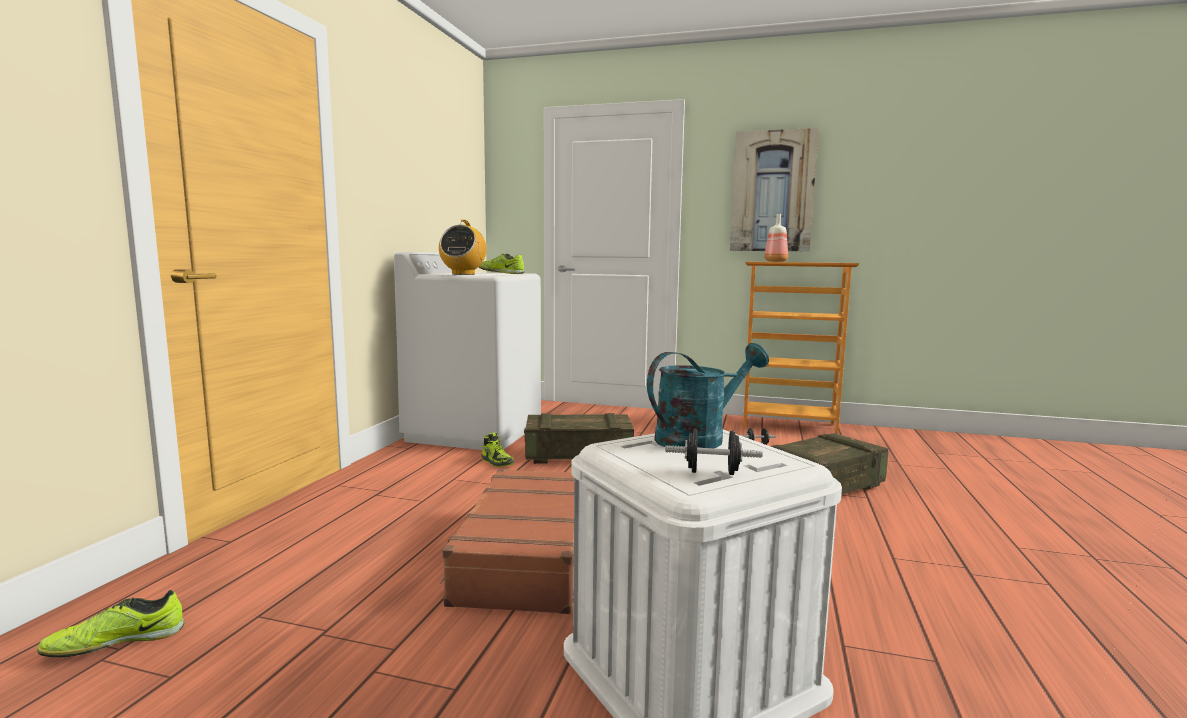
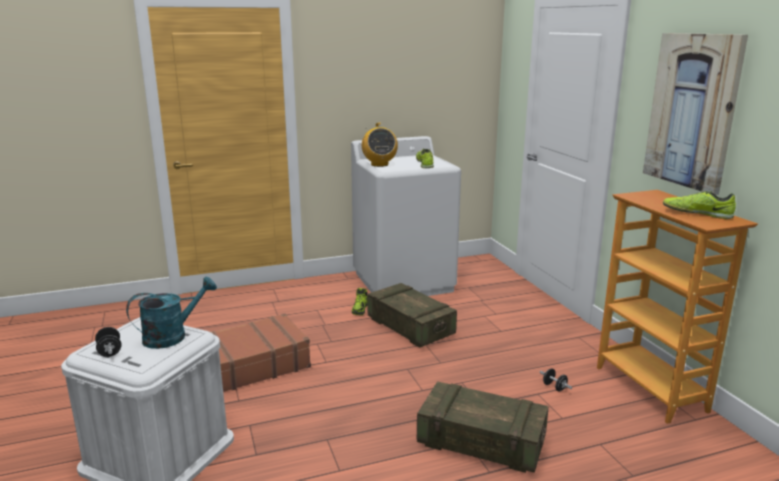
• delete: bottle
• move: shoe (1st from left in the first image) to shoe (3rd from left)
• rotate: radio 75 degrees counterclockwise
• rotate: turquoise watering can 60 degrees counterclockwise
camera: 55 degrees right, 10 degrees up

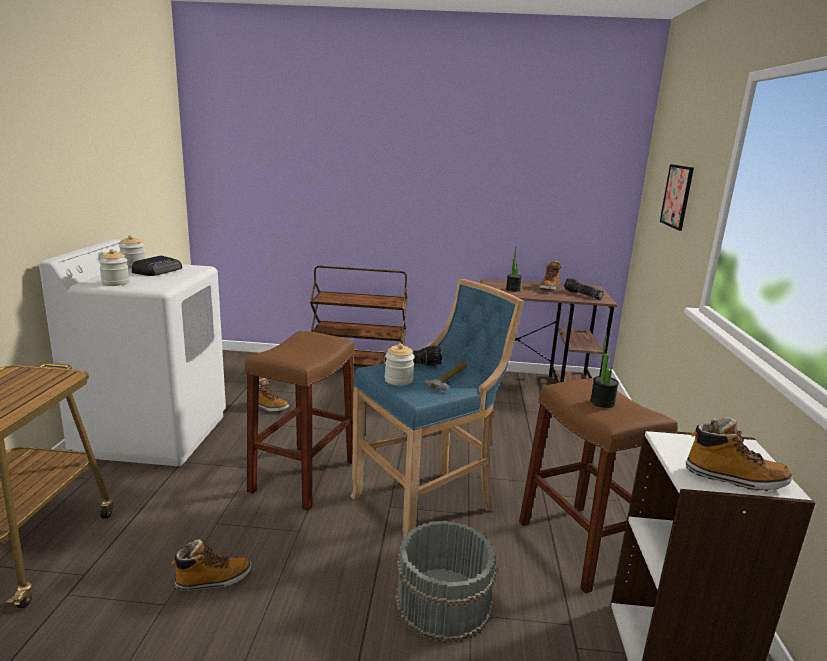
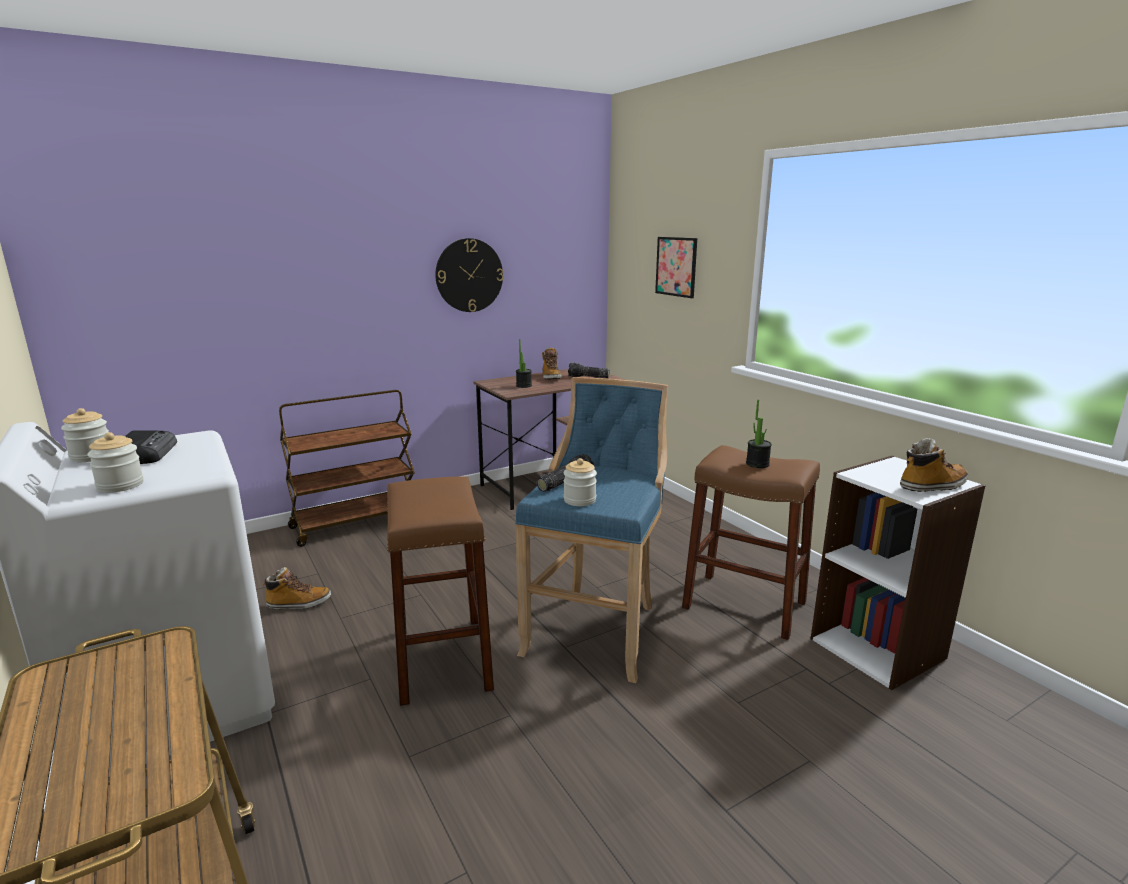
• delete: boot (1st from left)
• delete: grey bucket
• delete: hammer
• insert: wall clock
camera: 35 degrees left, 0 degrees up

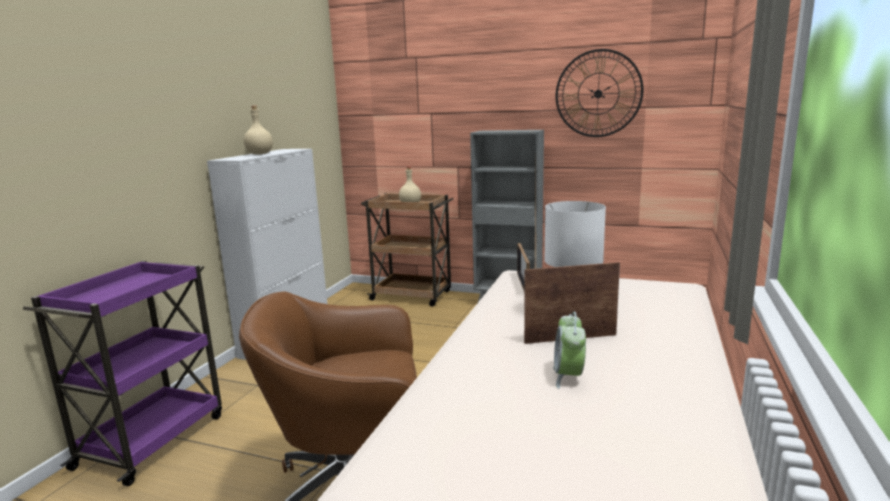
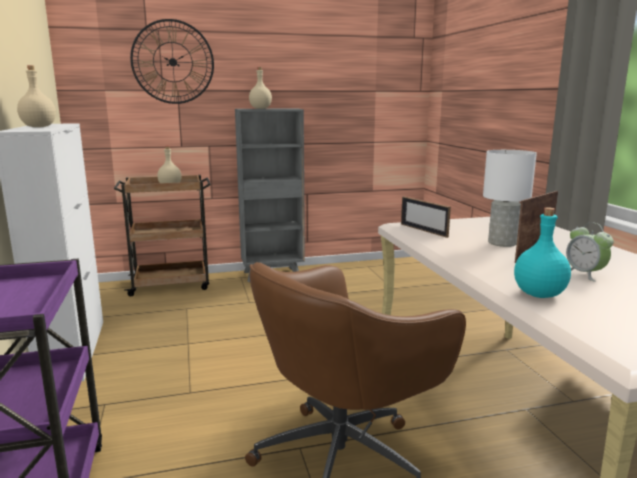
• insert: beige bottle (3rd from left)
• insert: turquoise bottle
• move: wall clock
camera: 35 degrees left, 0 degrees up

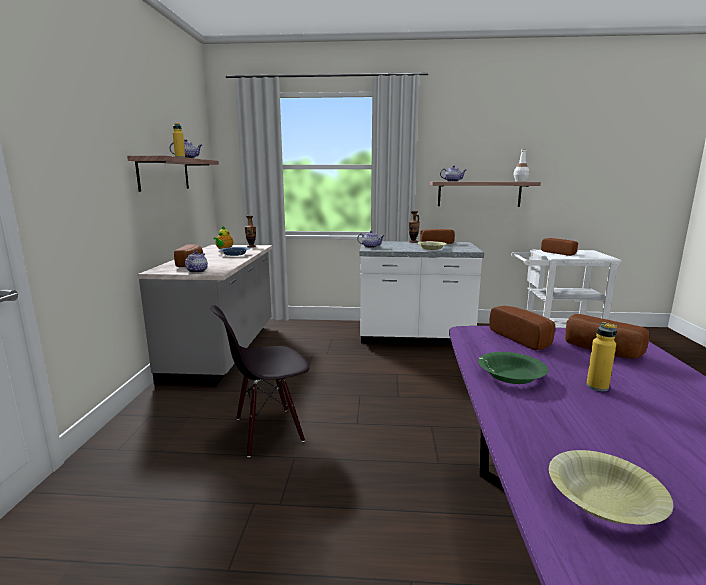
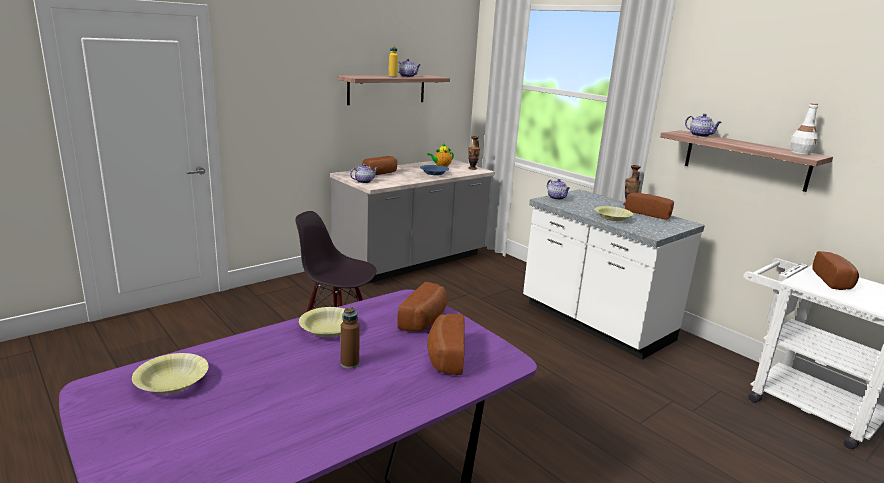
• recolor: green bowl to yellow bowl (2nd from left)
• recolor: yellow bottle (2nd from left) to brown bottle
camera: 45 degrees right, 5 degrees up

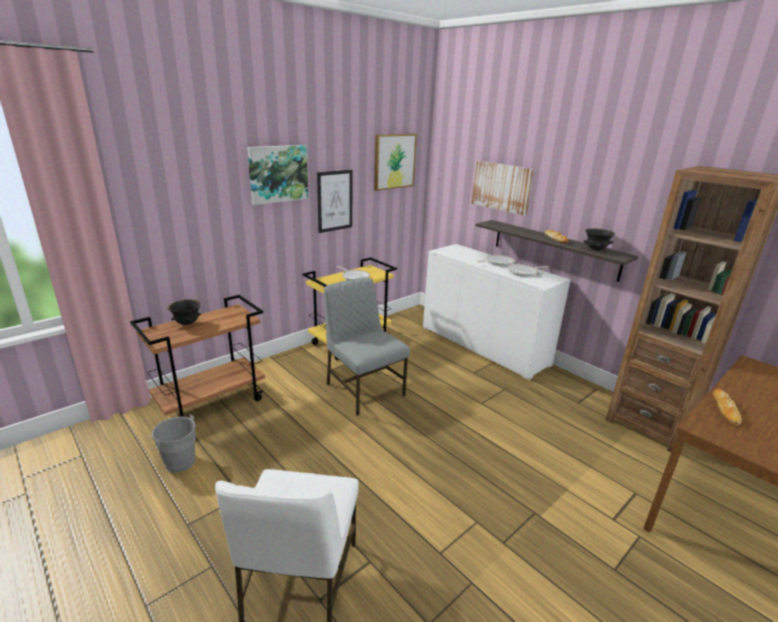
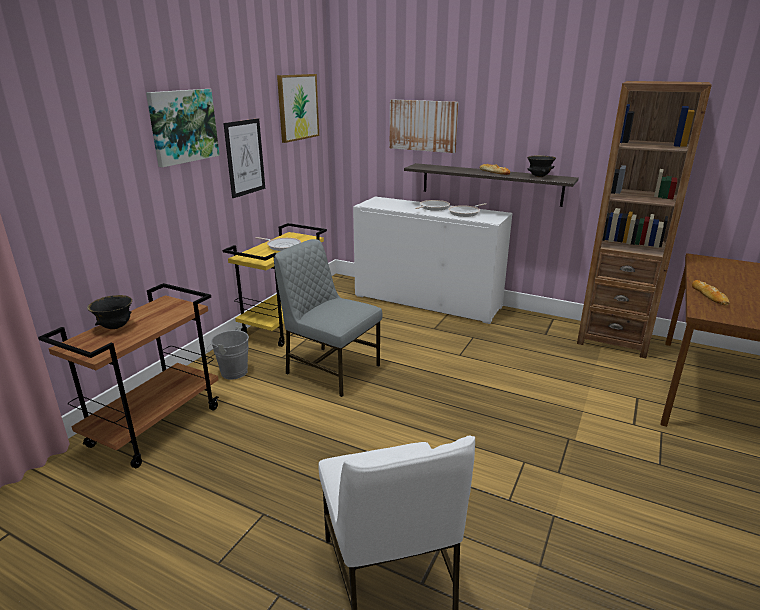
• move: grey bucket
camera: 20 degrees left, 0 degrees up

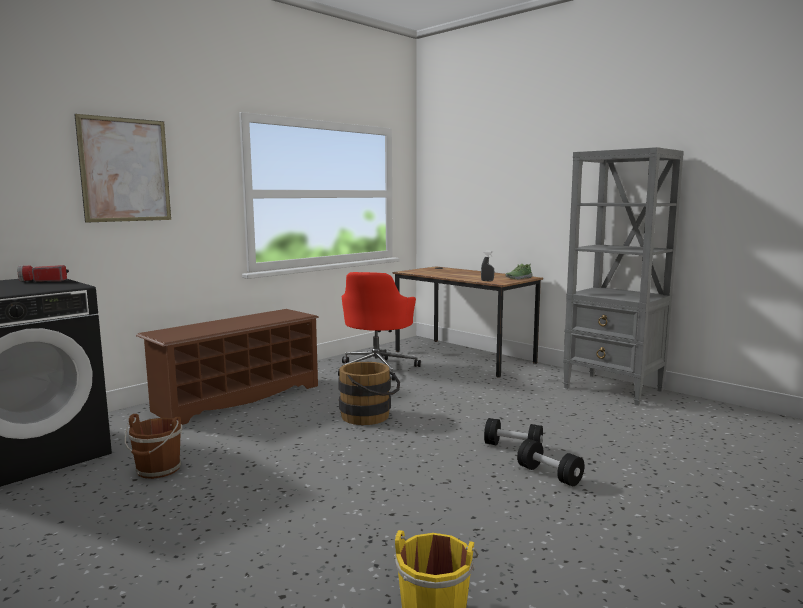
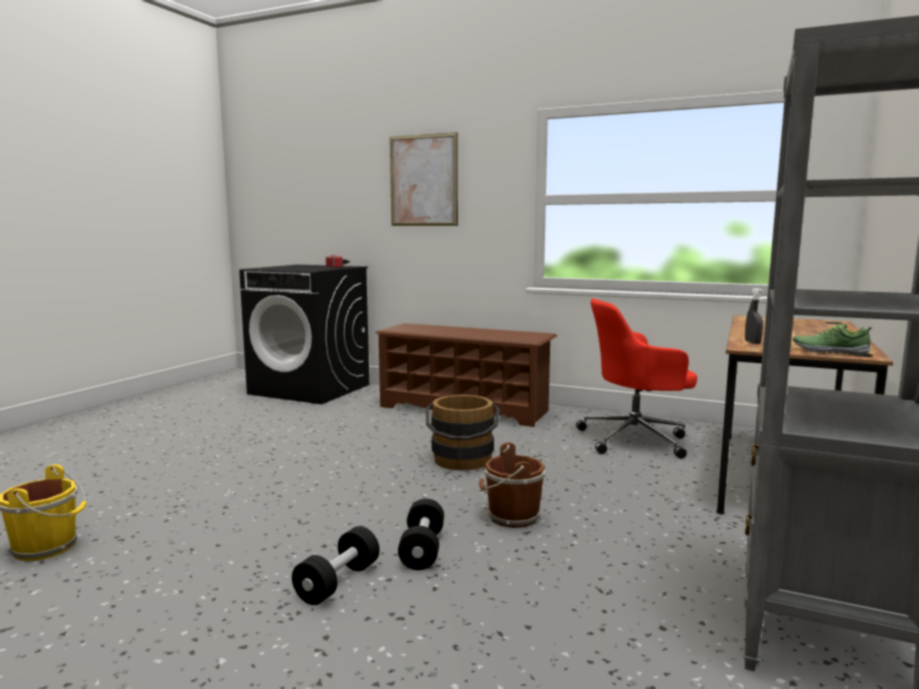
• move: brown bucket (1st from left in the first image) to brown bucket (2nd from left)
camera: 70 degrees right, 0 degrees up

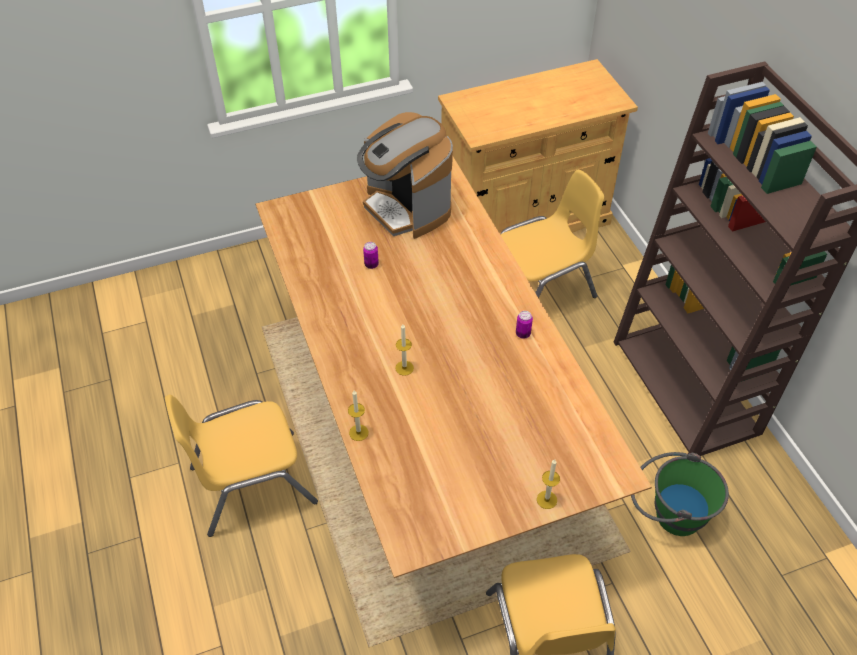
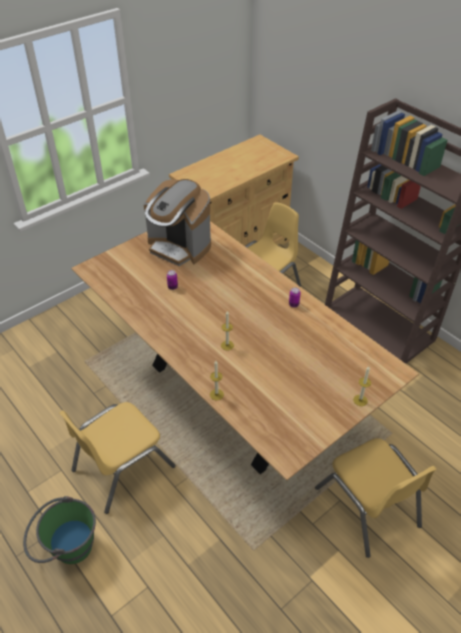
• move: green bucket
camera: 20 degrees left, 5 degrees down

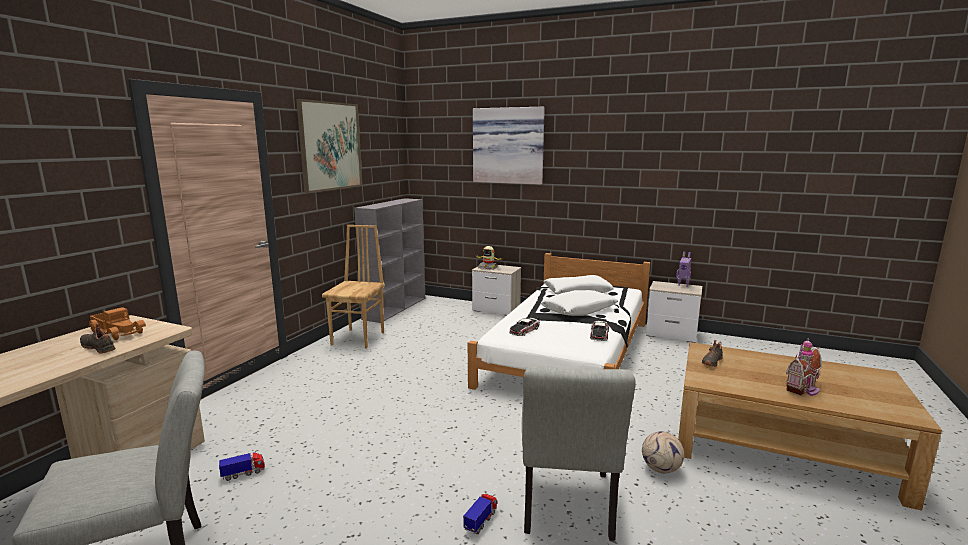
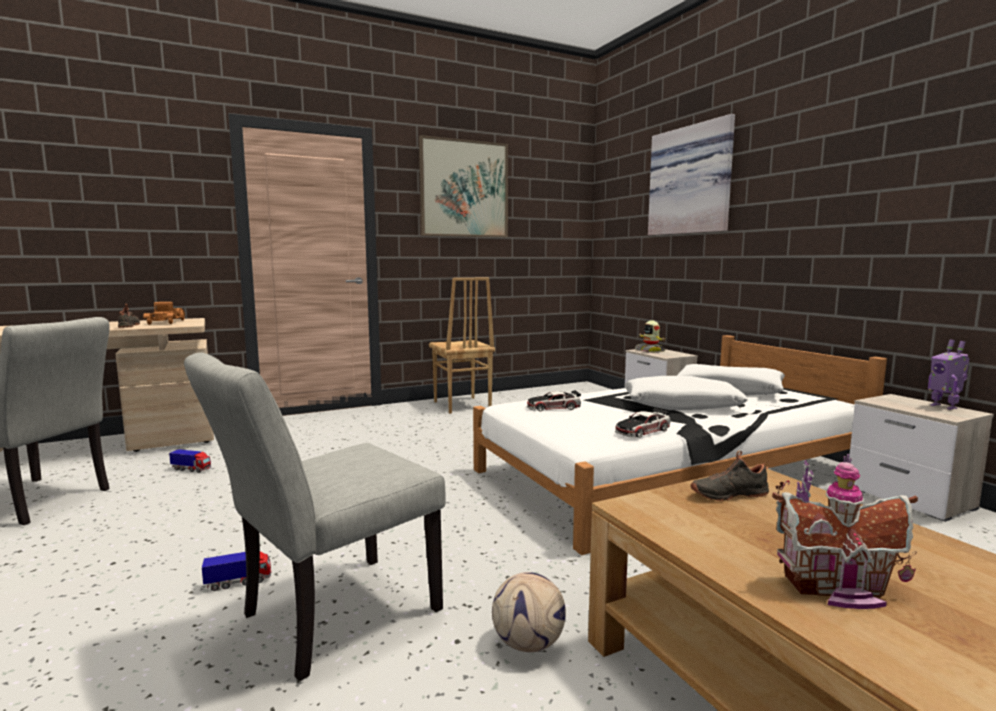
• delete: grey bookcase
• rotate: brown chair 105 degrees clockwise
camera: 40 degrees right, 5 degrees down

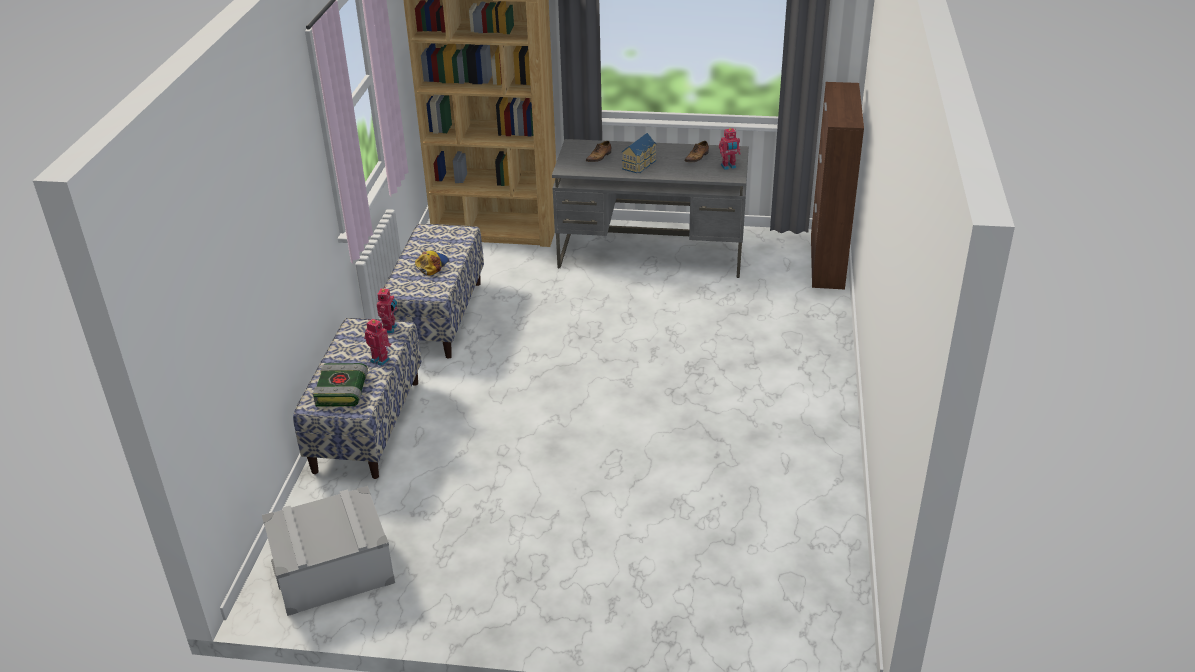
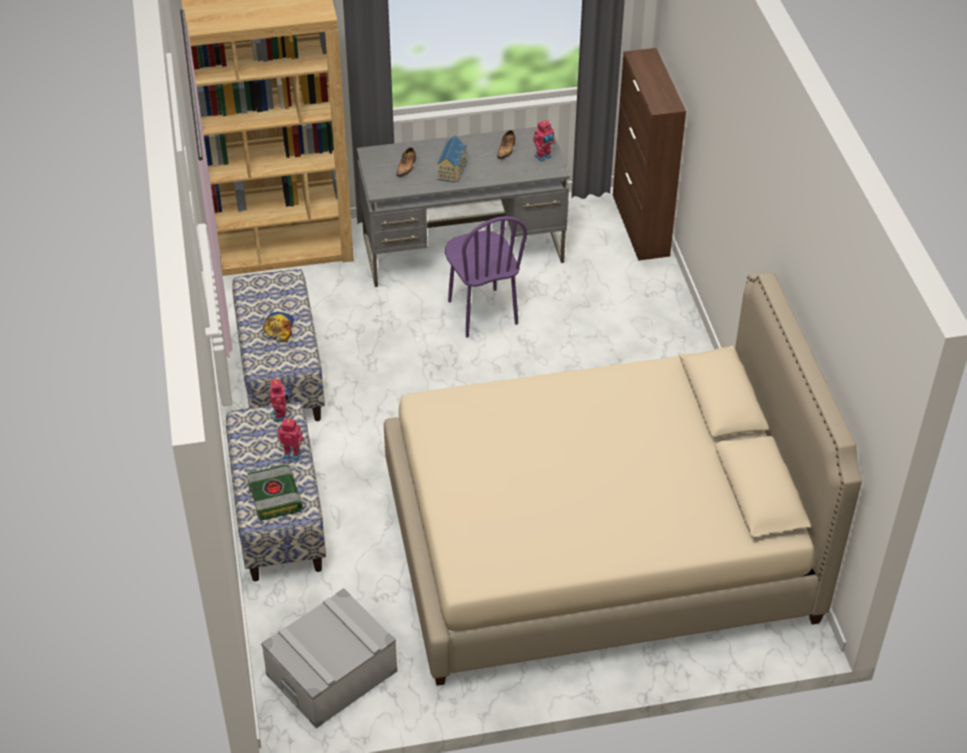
• insert: beige bed
• insert: purple chair
camera: 20 degrees left, 10 degrees up

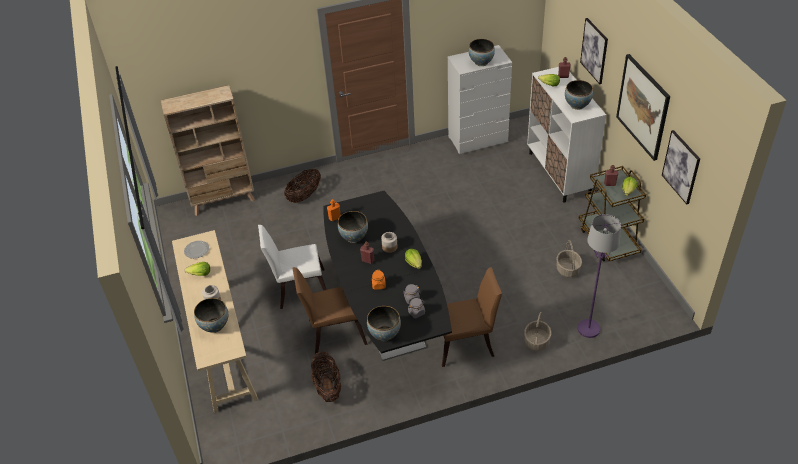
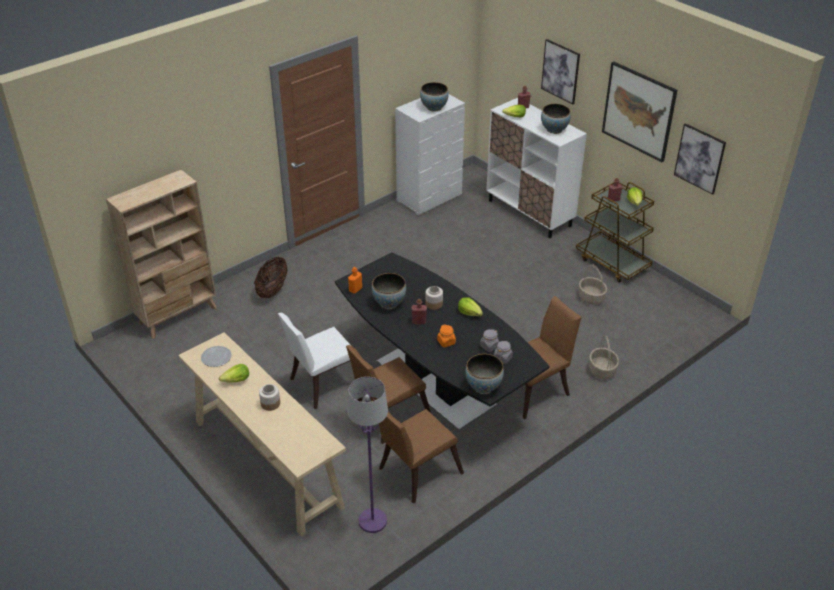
• delete: bowl (1st from left)
• move: purple floor lamp
• replace: basket (2nd from left) to brown chair (2nd from left)
camera: 25 degrees left, 5 degrees down

